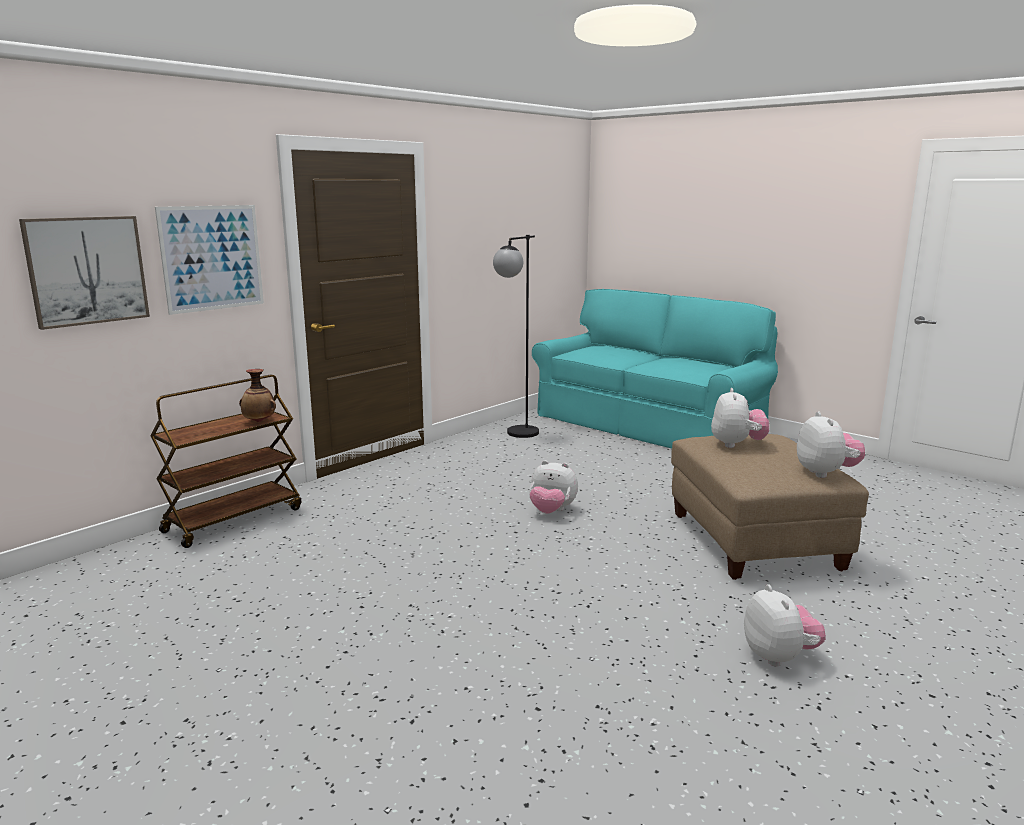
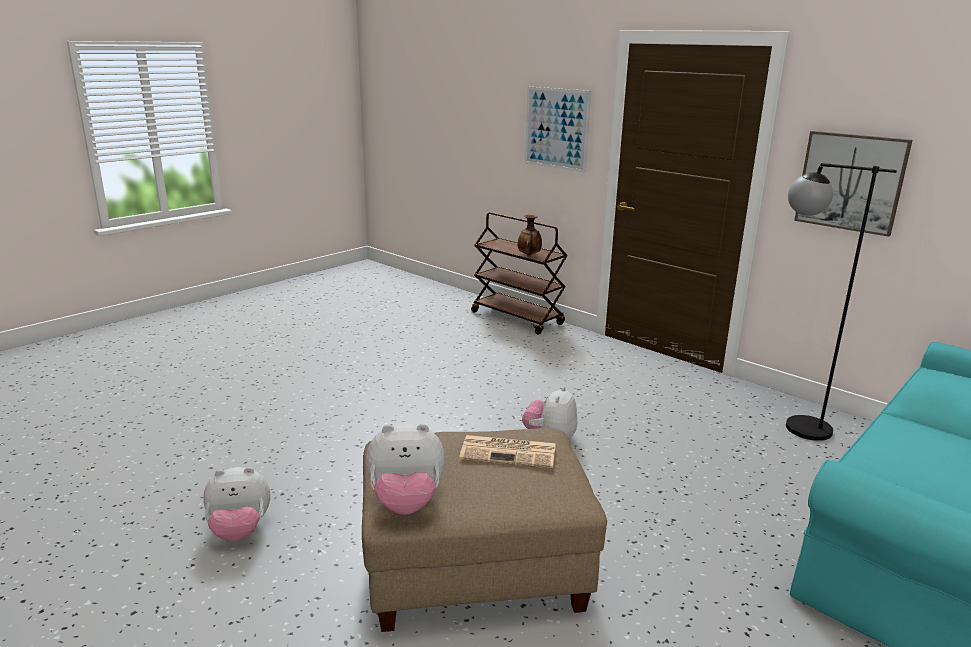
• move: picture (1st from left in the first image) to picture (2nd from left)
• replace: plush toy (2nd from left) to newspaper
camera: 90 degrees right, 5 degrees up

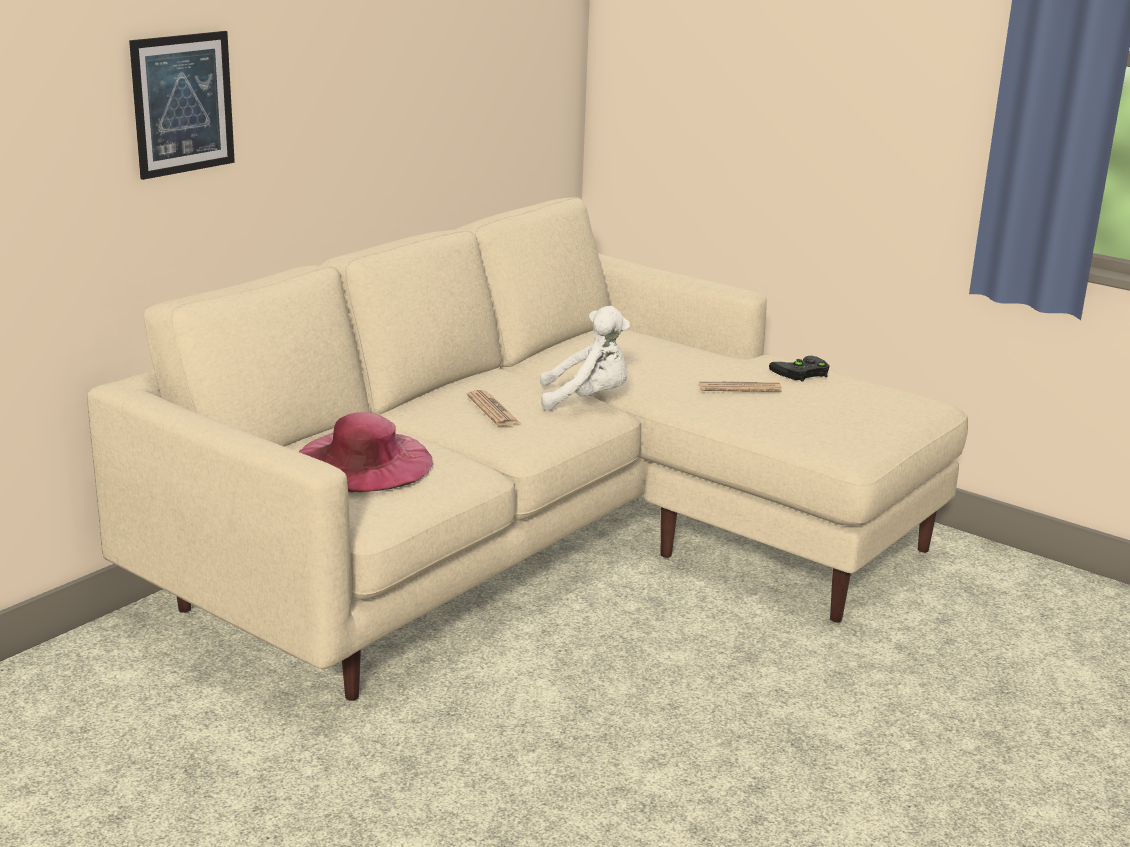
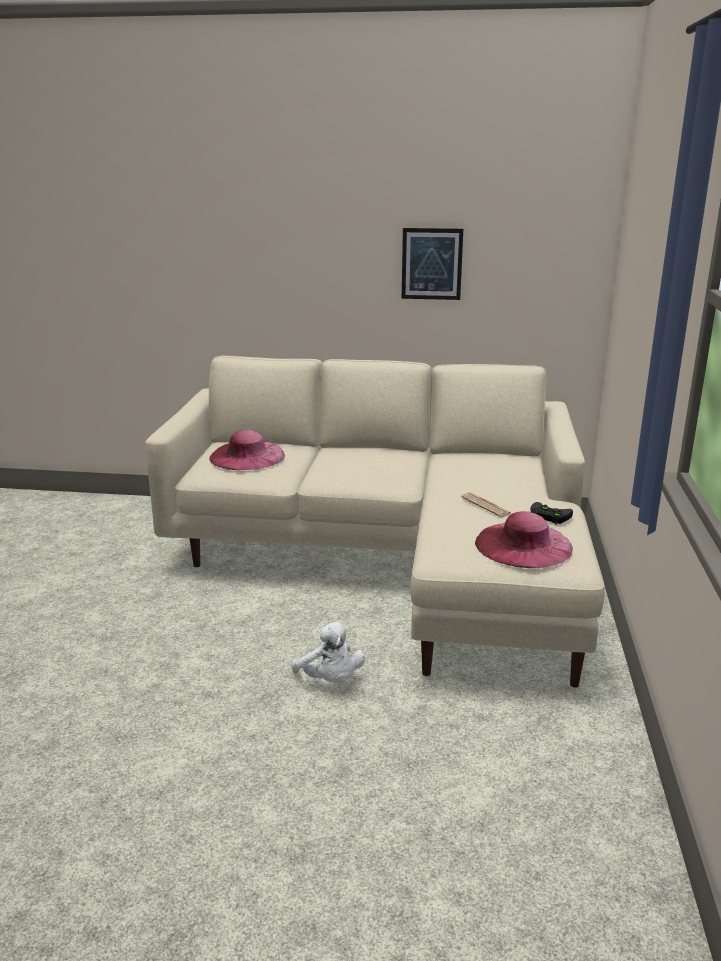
• delete: newspaper (1st from left)
• insert: pink hat (2nd from left)
• move: picture
• move: white plush toy
camera: 60 degrees right, 0 degrees up

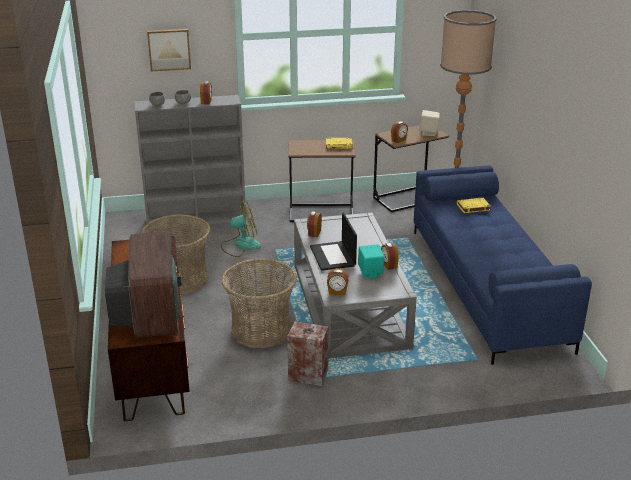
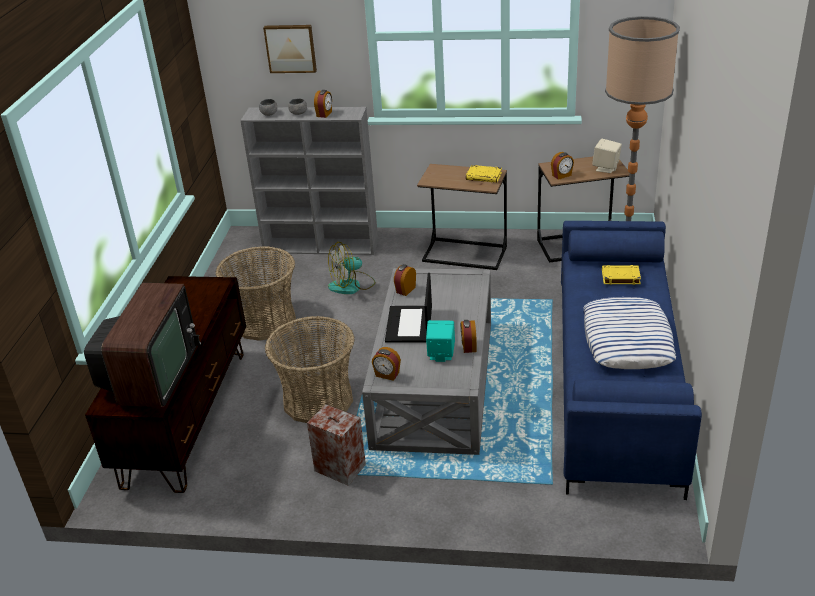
• insert: pillow
• rotate: fan 150 degrees clockwise
camera: 20 degrees right, 5 degrees up

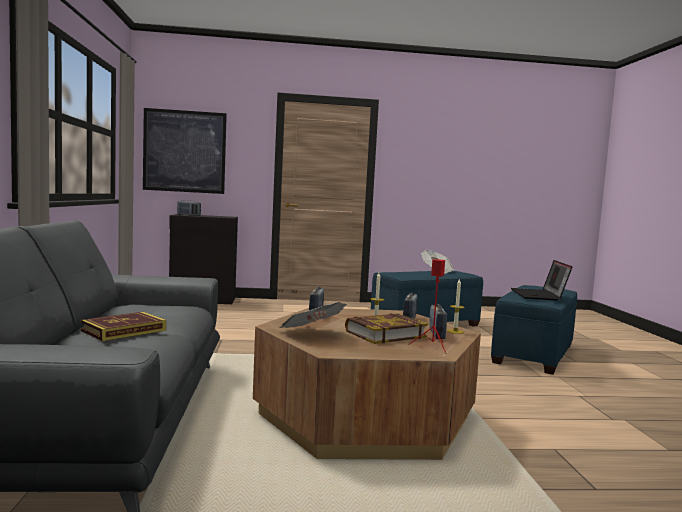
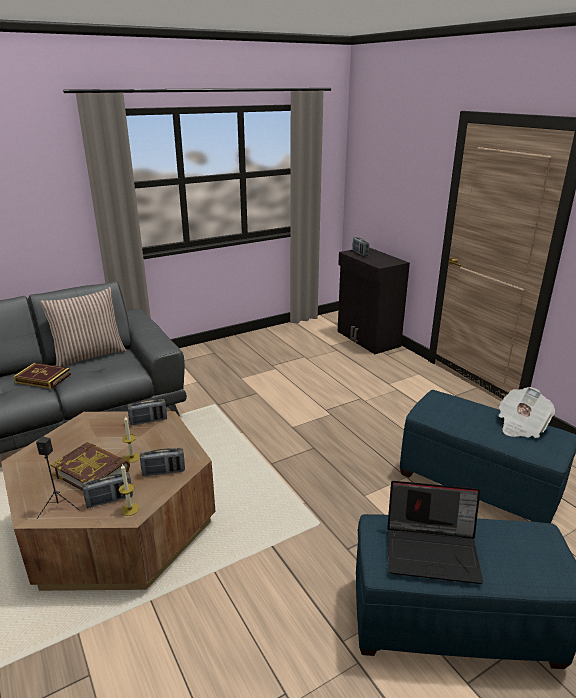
• delete: picture
• delete: newspaper (1st from left)
• insert: pillow
• recolor: red speaker to black speaker
• rotate: laptop 150 degrees counterclockwise
camera: 65 degrees right, 20 degrees up

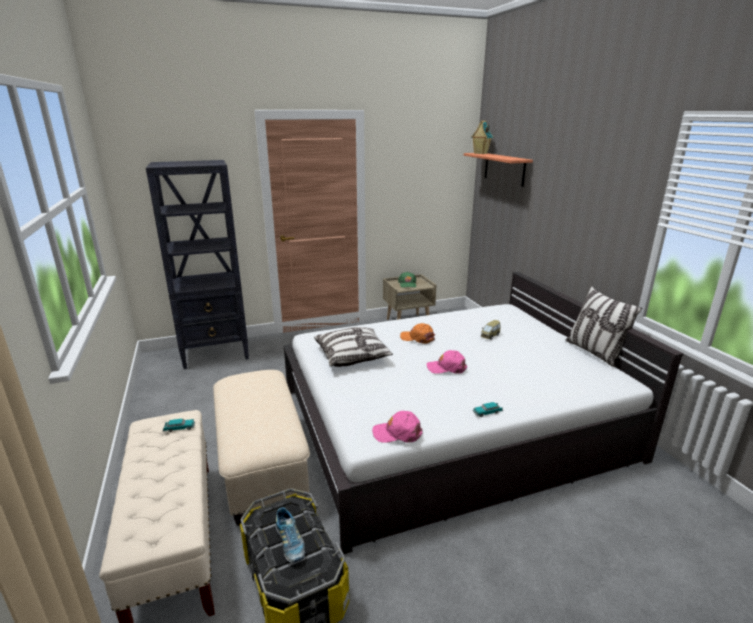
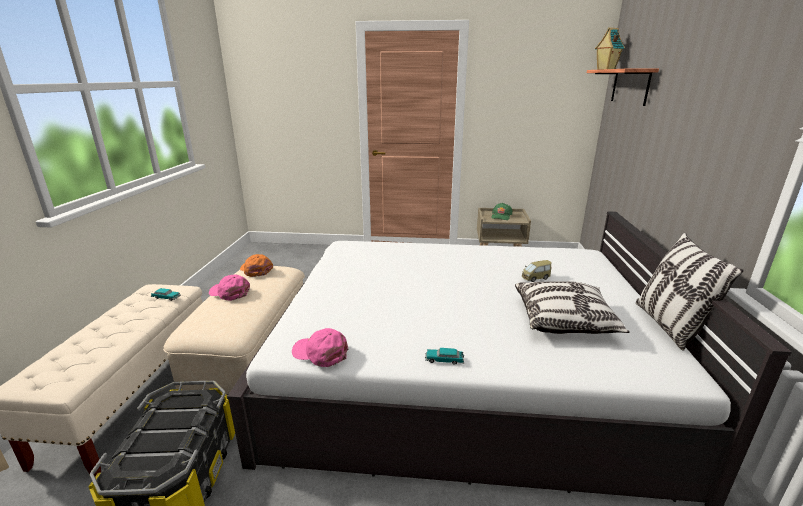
• delete: black bookcase
• delete: shoe
• move: pillow (1st from left)
• move: orange cap
• move: pink cap (2nd from left in the first image) to pink cap (1st from left)
camera: 25 degrees right, 0 degrees up

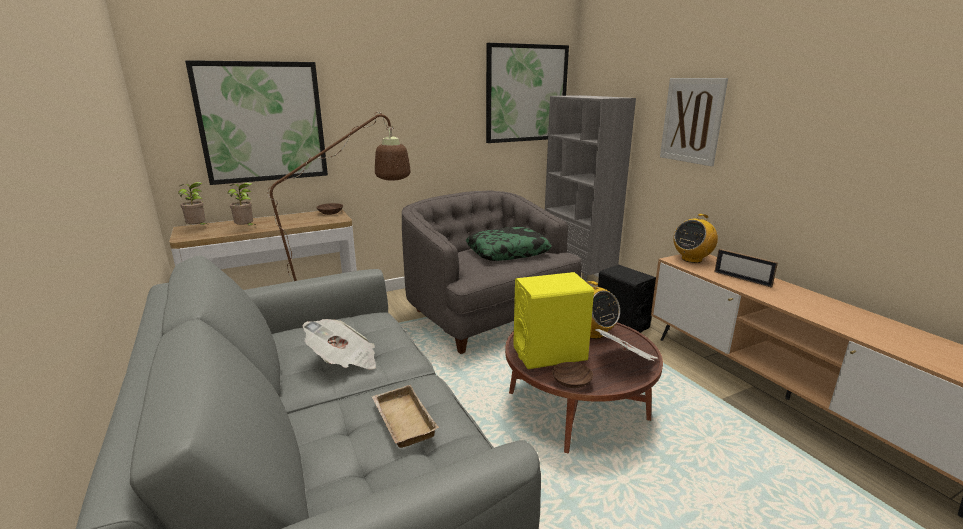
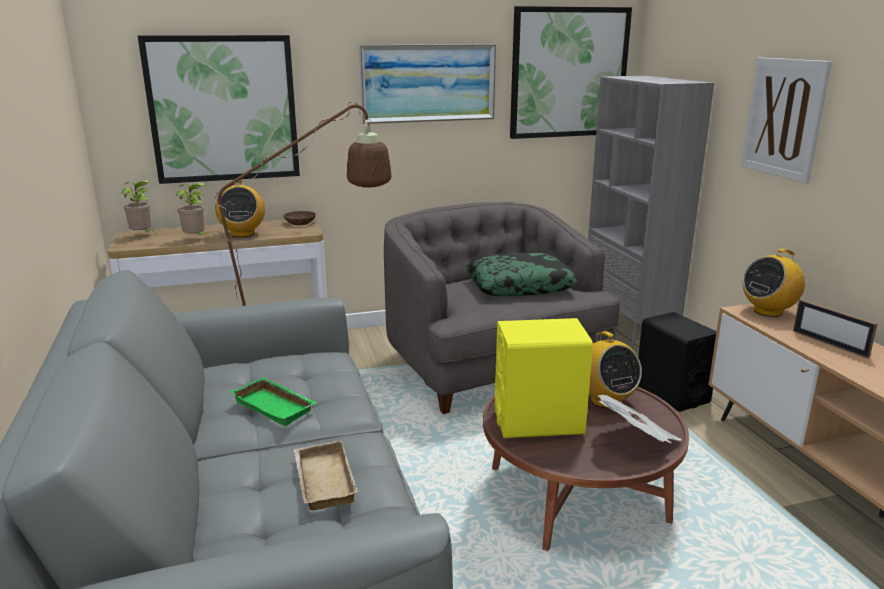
• delete: brown bowl (2nd from left)
• insert: radio (1st from left)
• insert: picture (2nd from left)
• replace: newspaper (1st from left) to green tray
camera: 10 degrees right, 0 degrees up

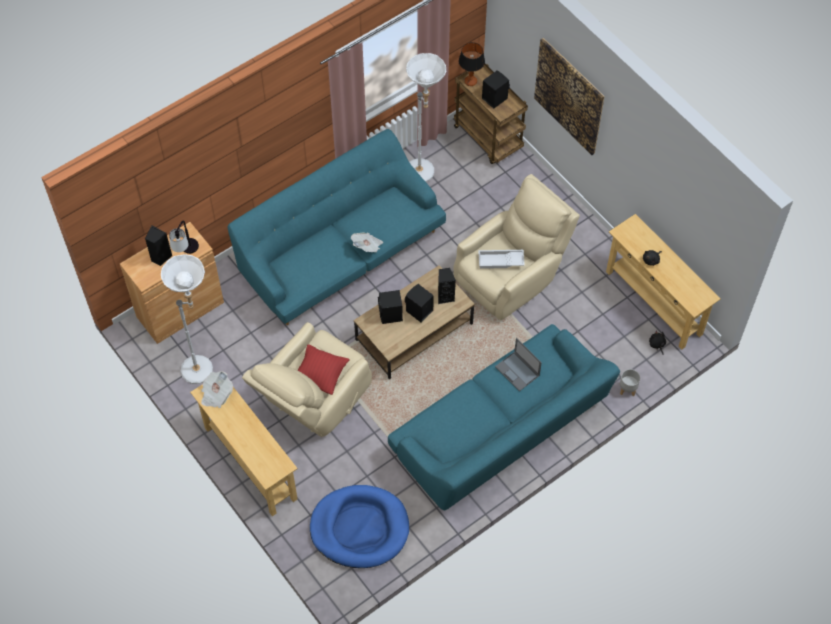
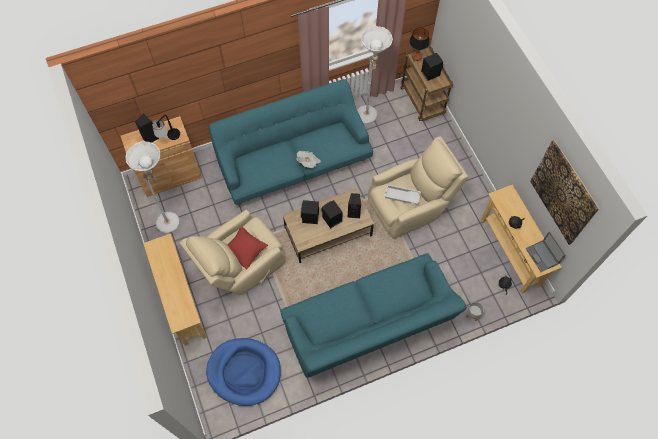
• delete: newspaper (1st from left)
• move: laptop
• move: picture
camera: 15 degrees right, 5 degrees up

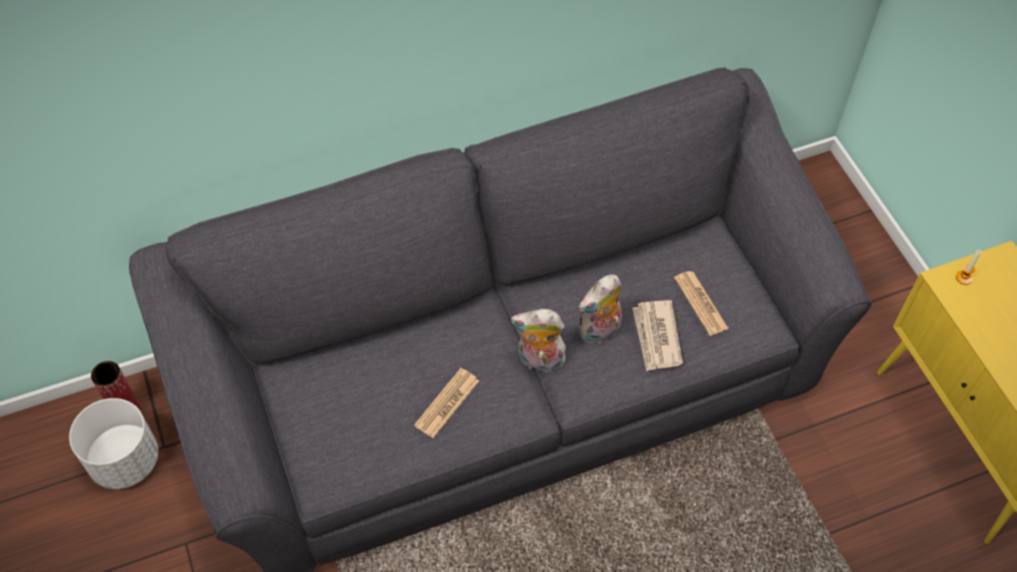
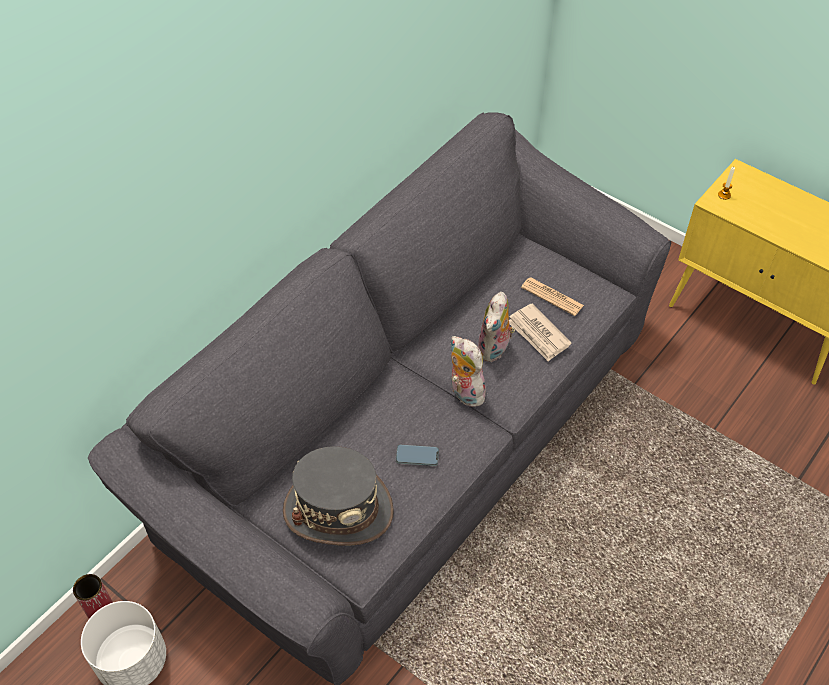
• insert: grey hat
• replace: newspaper (1st from left) to phone
• rotate: plush toy (1st from left) 75 degrees clockwise
camera: 30 degrees left, 5 degrees down

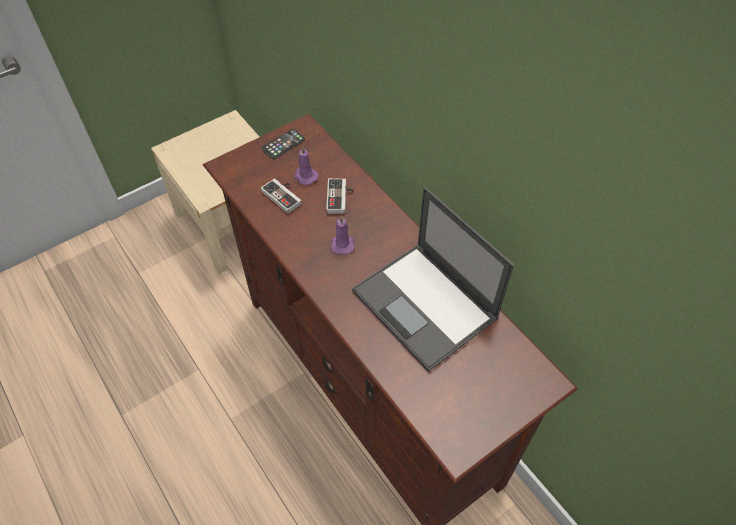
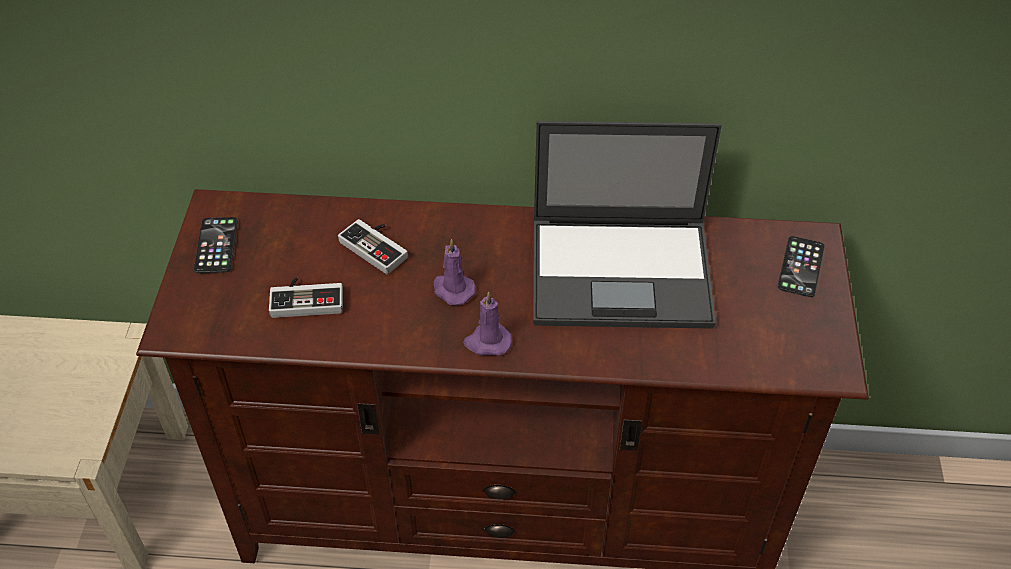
• insert: phone (2nd from left)
• move: purple candle (1st from left in the first image) to purple candle (2nd from left)
camera: 50 degrees left, 5 degrees down

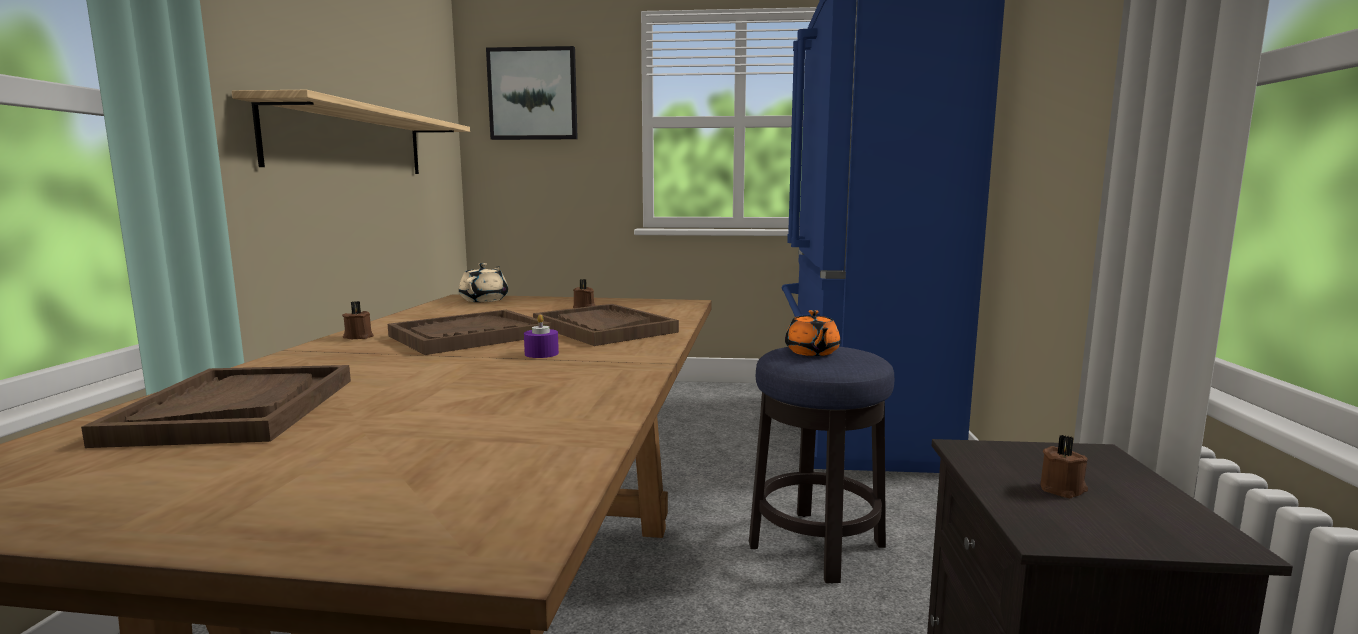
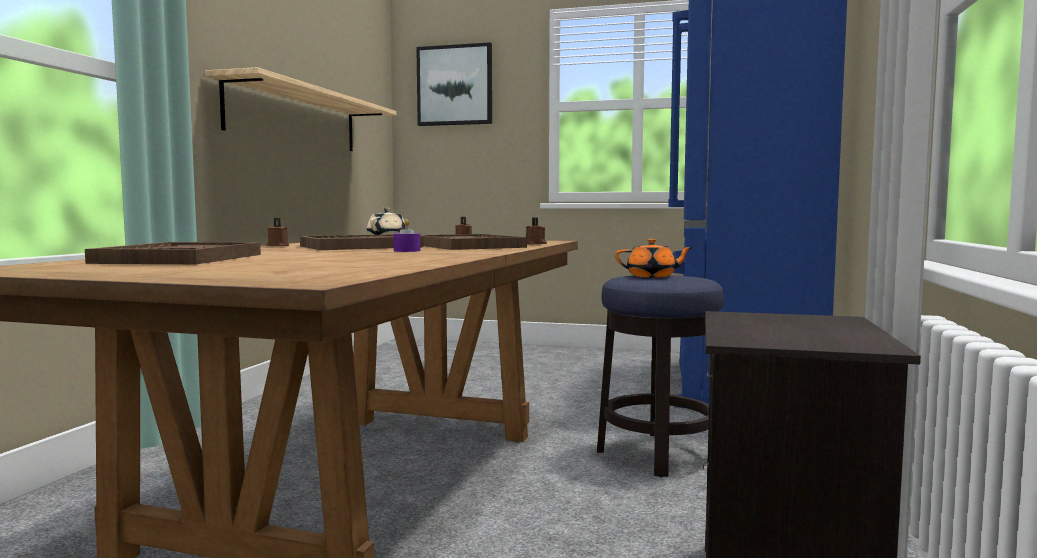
• move: brown candle (3rd from left)
• rotate: orange teapot 90 degrees counterclockwise
camera: 10 degrees right, 5 degrees down

